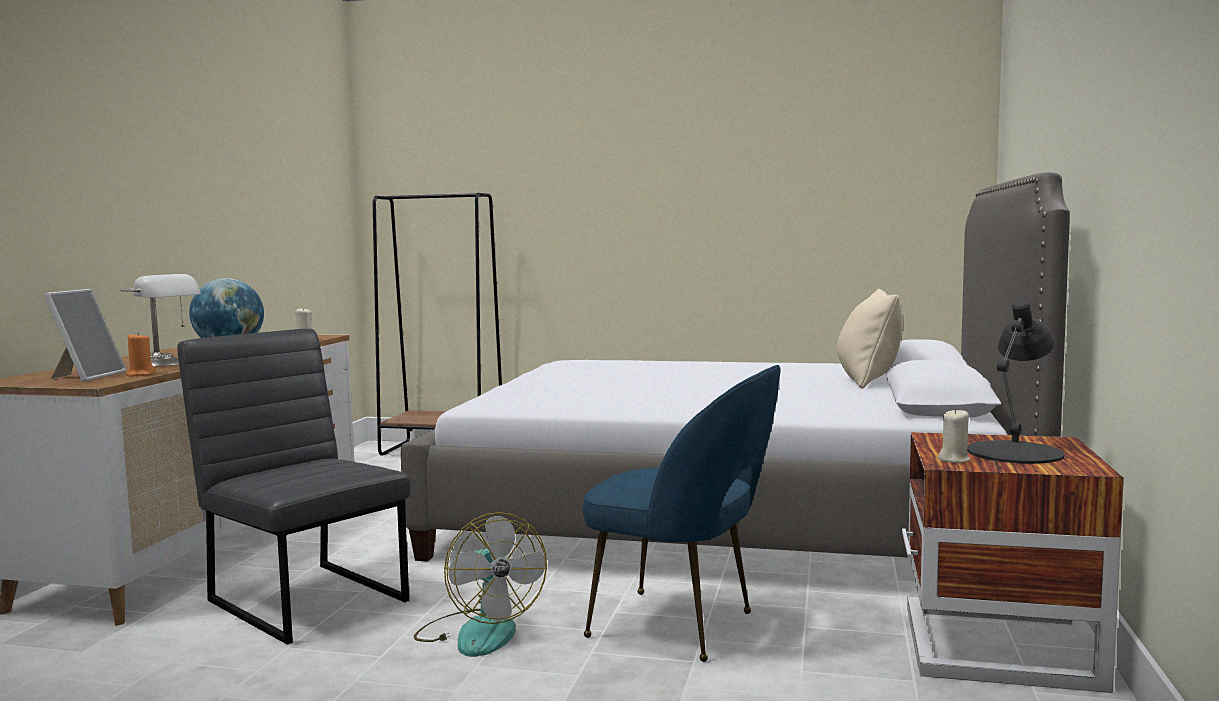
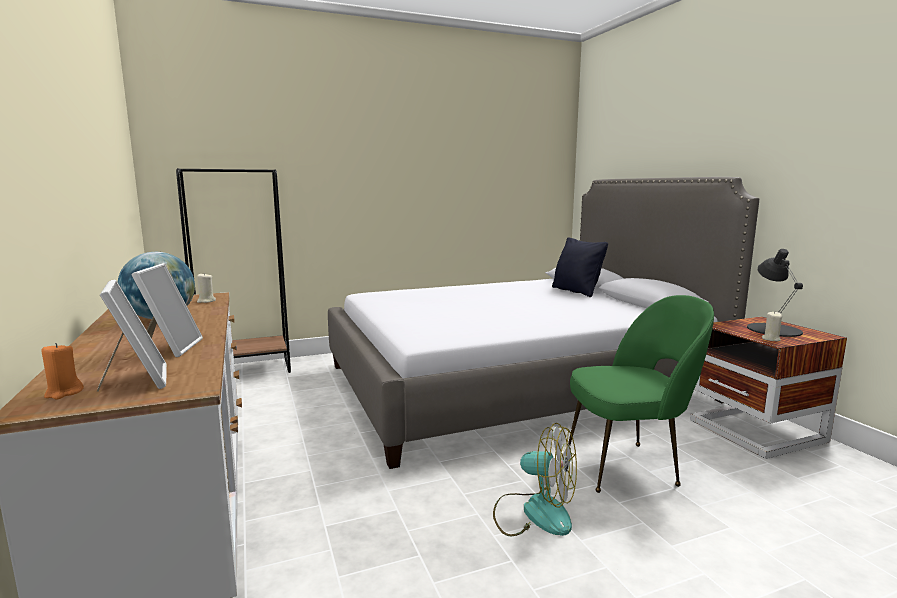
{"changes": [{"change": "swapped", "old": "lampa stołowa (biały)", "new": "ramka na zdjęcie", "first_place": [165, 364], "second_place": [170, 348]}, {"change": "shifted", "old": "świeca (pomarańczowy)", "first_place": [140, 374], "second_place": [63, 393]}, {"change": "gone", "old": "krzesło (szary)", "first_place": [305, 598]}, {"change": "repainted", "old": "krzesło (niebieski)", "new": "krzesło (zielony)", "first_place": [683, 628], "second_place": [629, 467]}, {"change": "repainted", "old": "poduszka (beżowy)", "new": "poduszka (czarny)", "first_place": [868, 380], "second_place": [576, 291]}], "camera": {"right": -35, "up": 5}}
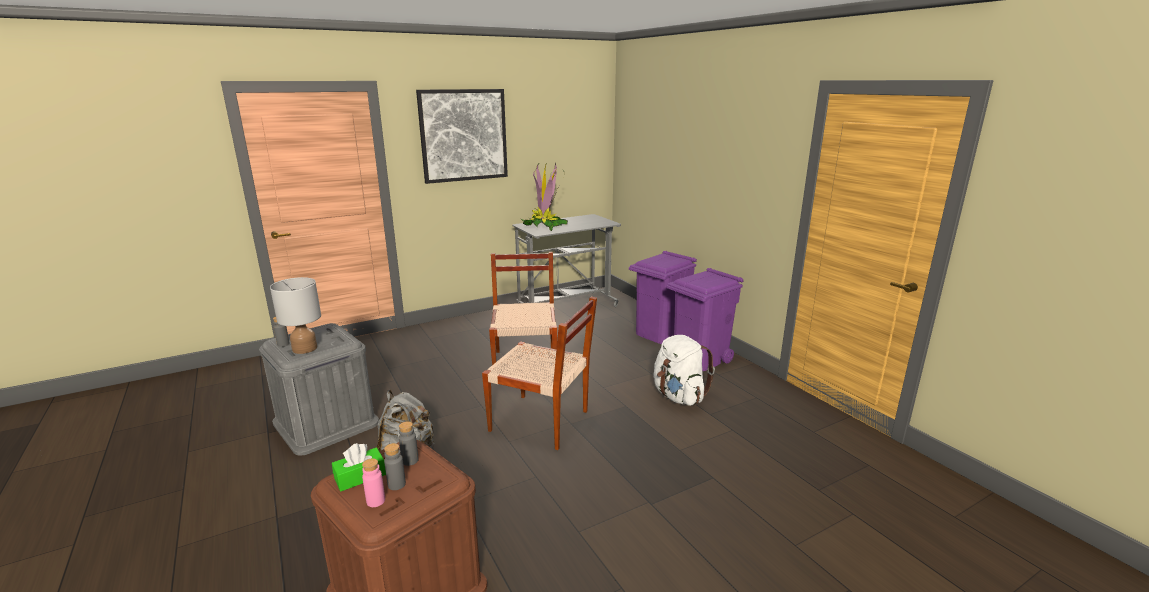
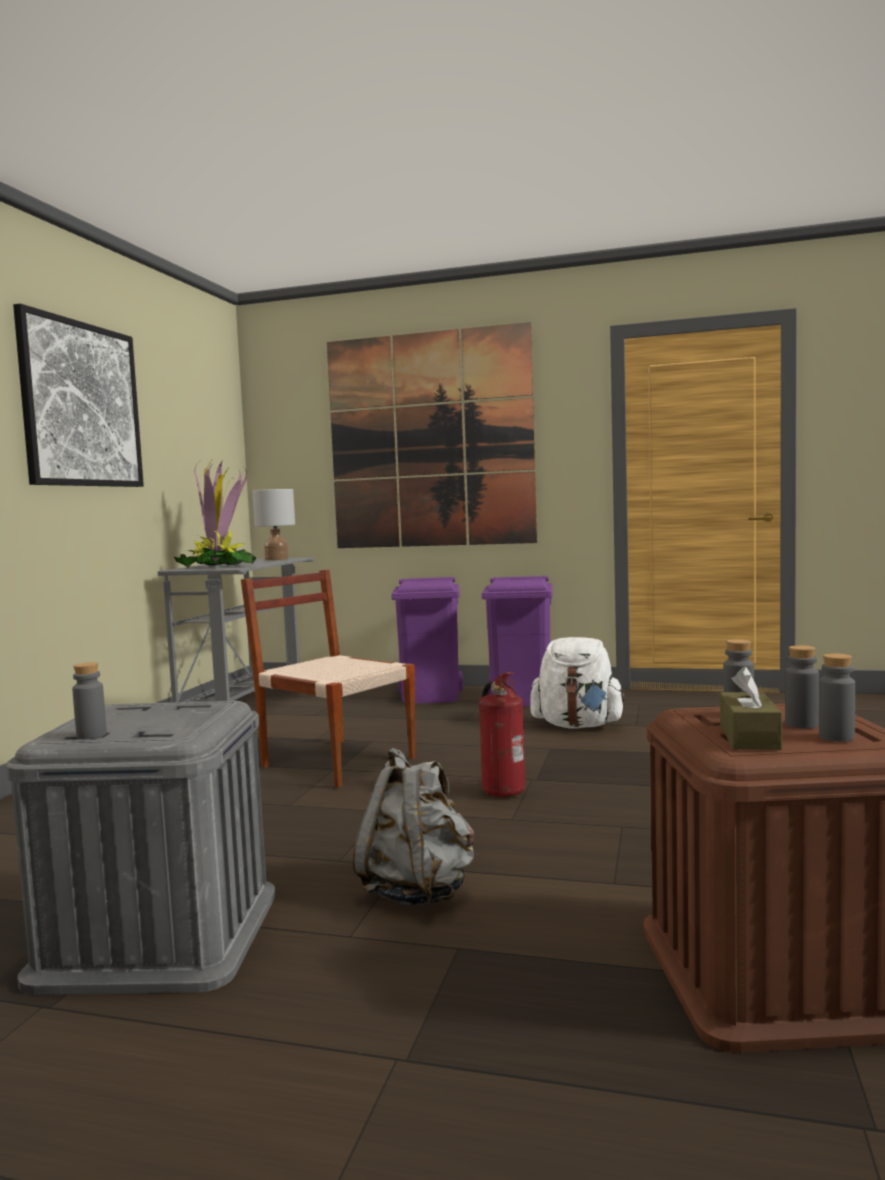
{"changes": [{"change": "shifted", "old": "lampa stołowa (szary)", "first_place": [305, 348], "second_place": [276, 559]}, {"change": "repainted", "old": "pudełko chusteczek (zielony)", "new": "pudełko chusteczek (brązowy)", "first_place": [360, 476], "second_place": [749, 737]}, {"change": "repainted", "old": "butelka (różowy)", "new": "butelka (szary)", "first_place": [376, 501], "second_place": [836, 737]}, {"change": "swapped", "old": "krzesło", "new": "gaśnica", "first_place": [541, 422], "second_place": [502, 791]}, {"change": "new", "new": "obraz", "second_place": [430, 440]}], "camera": {"right": -45, "up": -15}}
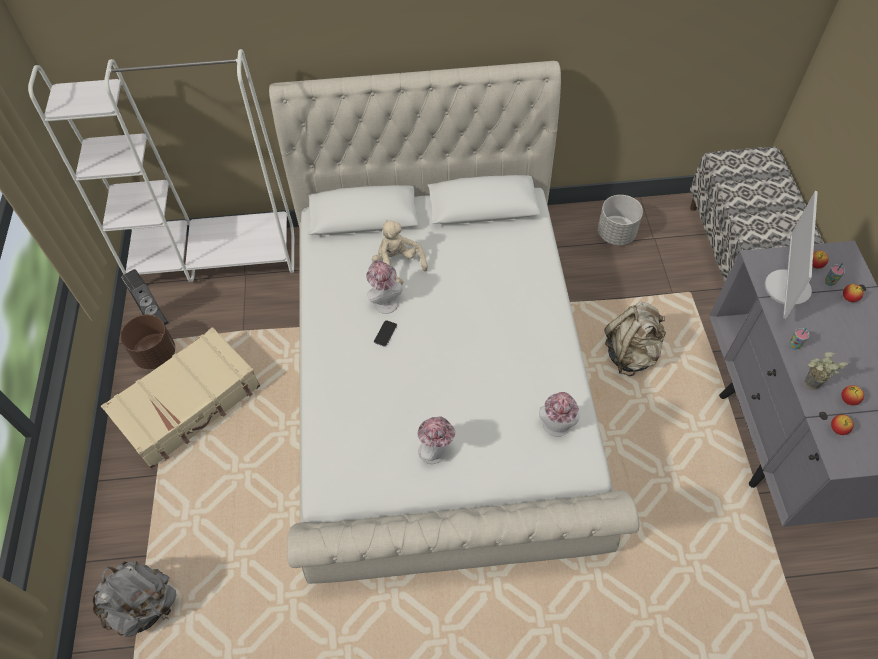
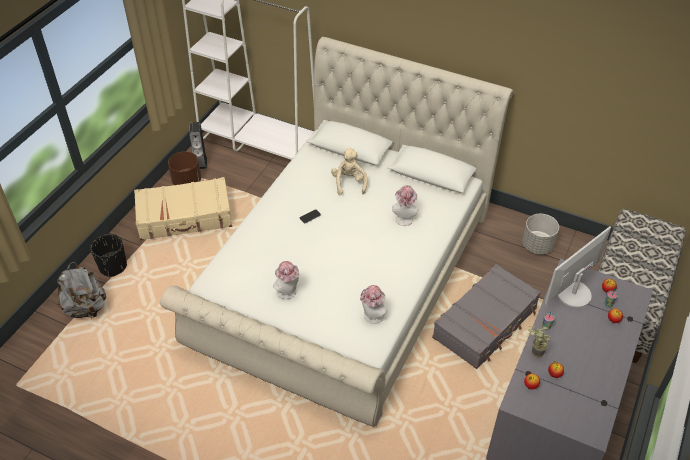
{"changes": [{"change": "shifted", "old": "kapelusz", "first_place": [384, 300], "second_place": [404, 217]}, {"change": "swapped", "old": "plecak (beżowy)", "new": "walizka (szary)", "first_place": [631, 353], "second_place": [486, 323]}, {"change": "new", "new": "donica (czarny)", "second_place": [113, 266]}], "camera": {"right": 30, "up": -10}}
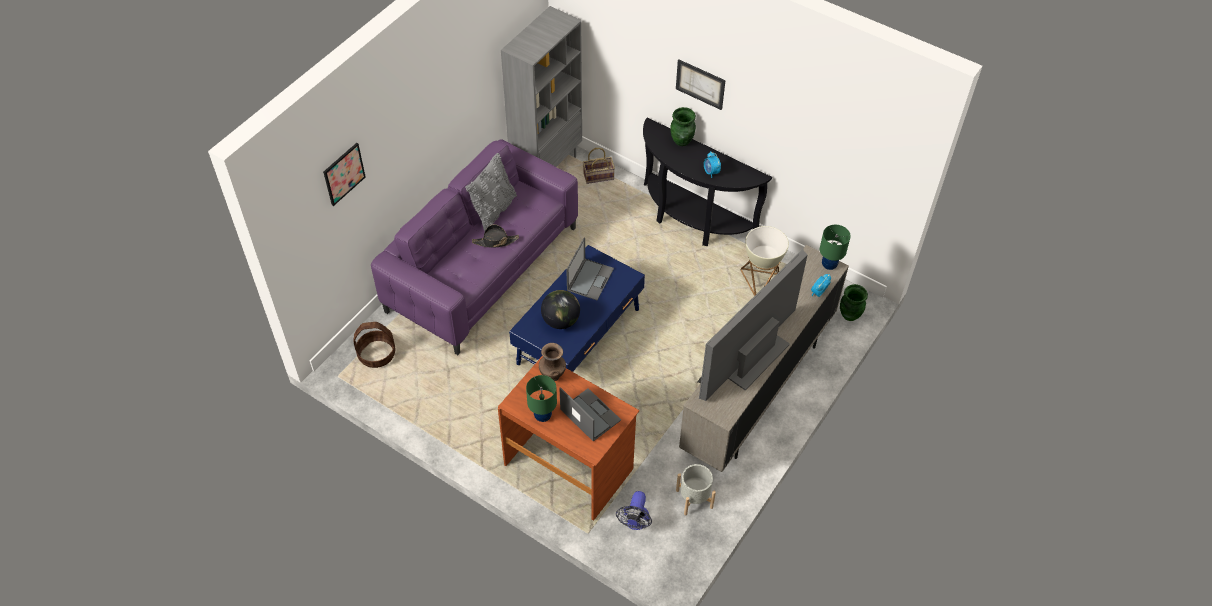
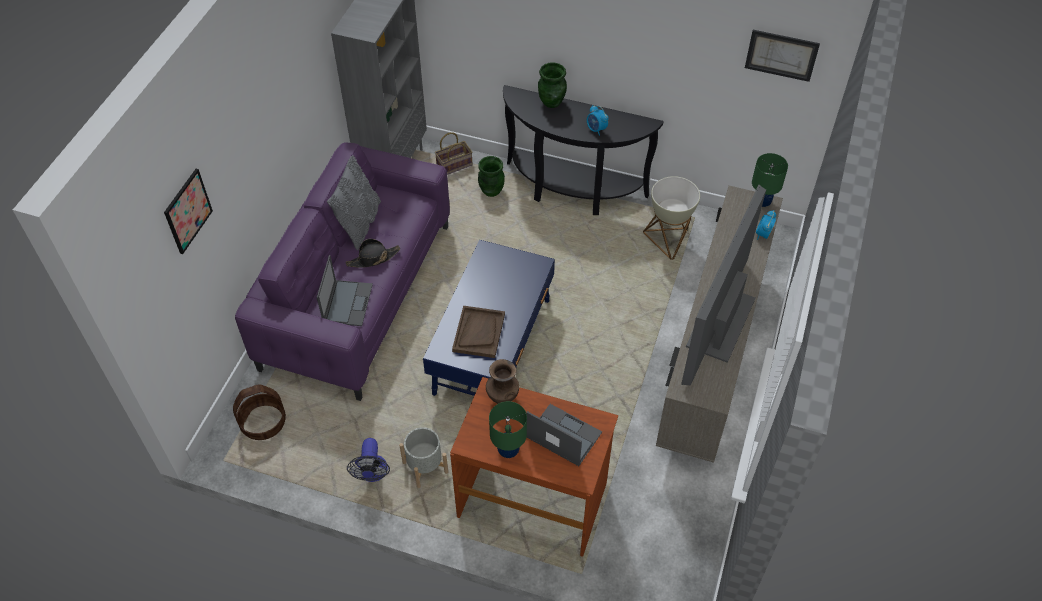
{"changes": [{"change": "swapped", "old": "globus", "new": "taca (brązowy)", "first_place": [561, 321], "second_place": [478, 332]}, {"change": "shifted", "old": "laptop", "first_place": [590, 279], "second_place": [347, 302]}, {"change": "shifted", "old": "wentylator", "first_place": [635, 522], "second_place": [373, 474]}, {"change": "shifted", "old": "obraz", "first_place": [700, 84], "second_place": [781, 55]}, {"change": "shifted", "old": "donica (szary)", "first_place": [694, 499], "second_place": [425, 468]}, {"change": "shifted", "old": "wazon (zielony)", "first_place": [849, 315], "second_place": [491, 191]}], "camera": {"right": -15, "up": 0}}
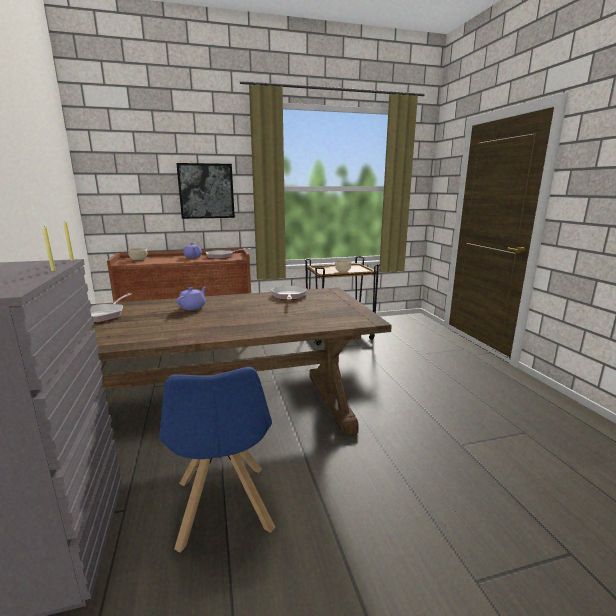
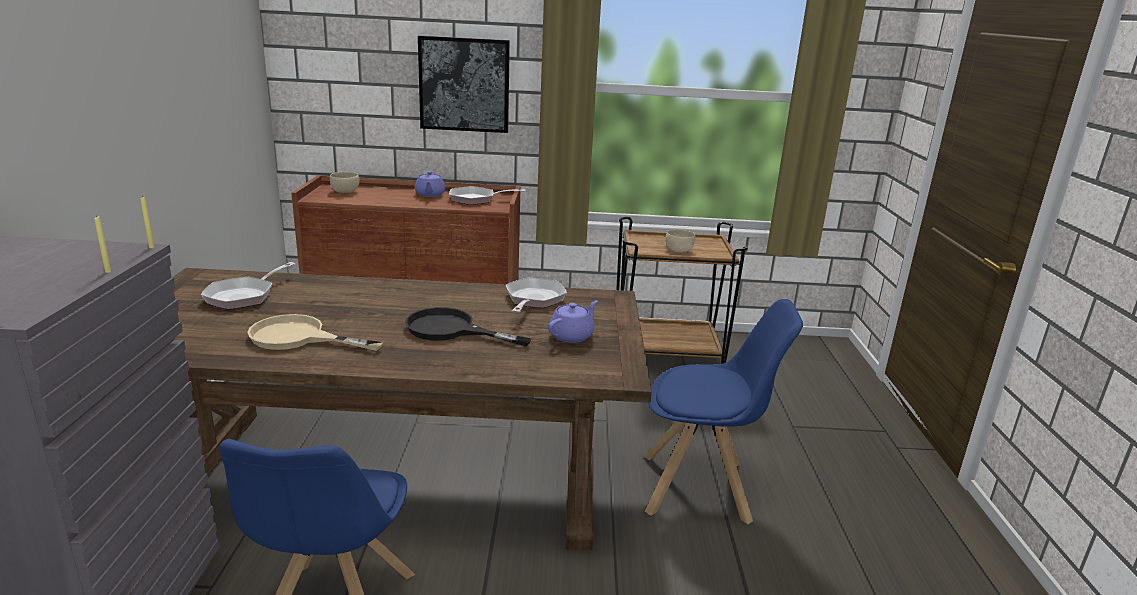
{"changes": [{"change": "shifted", "old": "imbryk (fioletowy)", "first_place": [193, 307], "second_place": [572, 335]}, {"change": "new", "new": "patelnia (beżowy)", "second_place": [299, 337]}, {"change": "new", "new": "patelnia (czarny)", "second_place": [451, 330]}, {"change": "new", "new": "krzesło (niebieski)", "second_place": [701, 488]}], "camera": {"right": 15, "up": 5}}
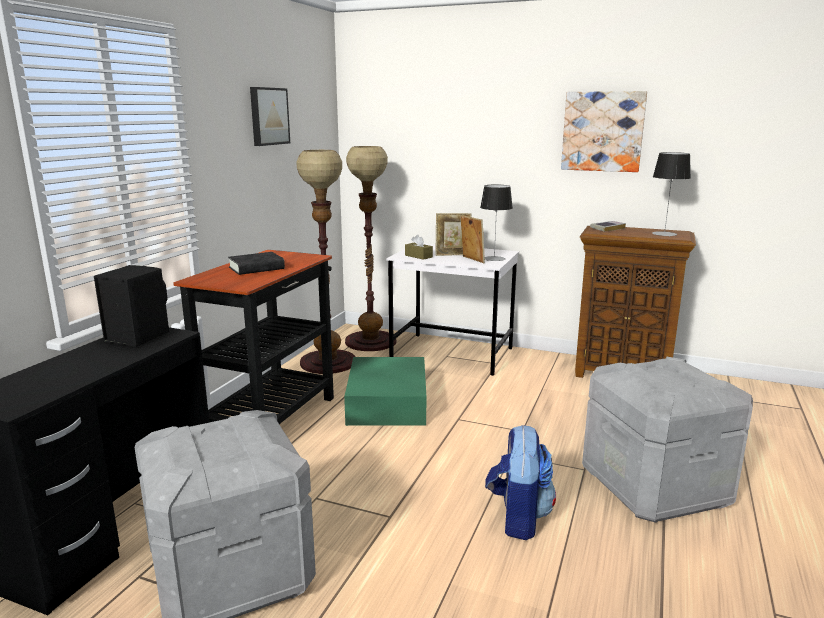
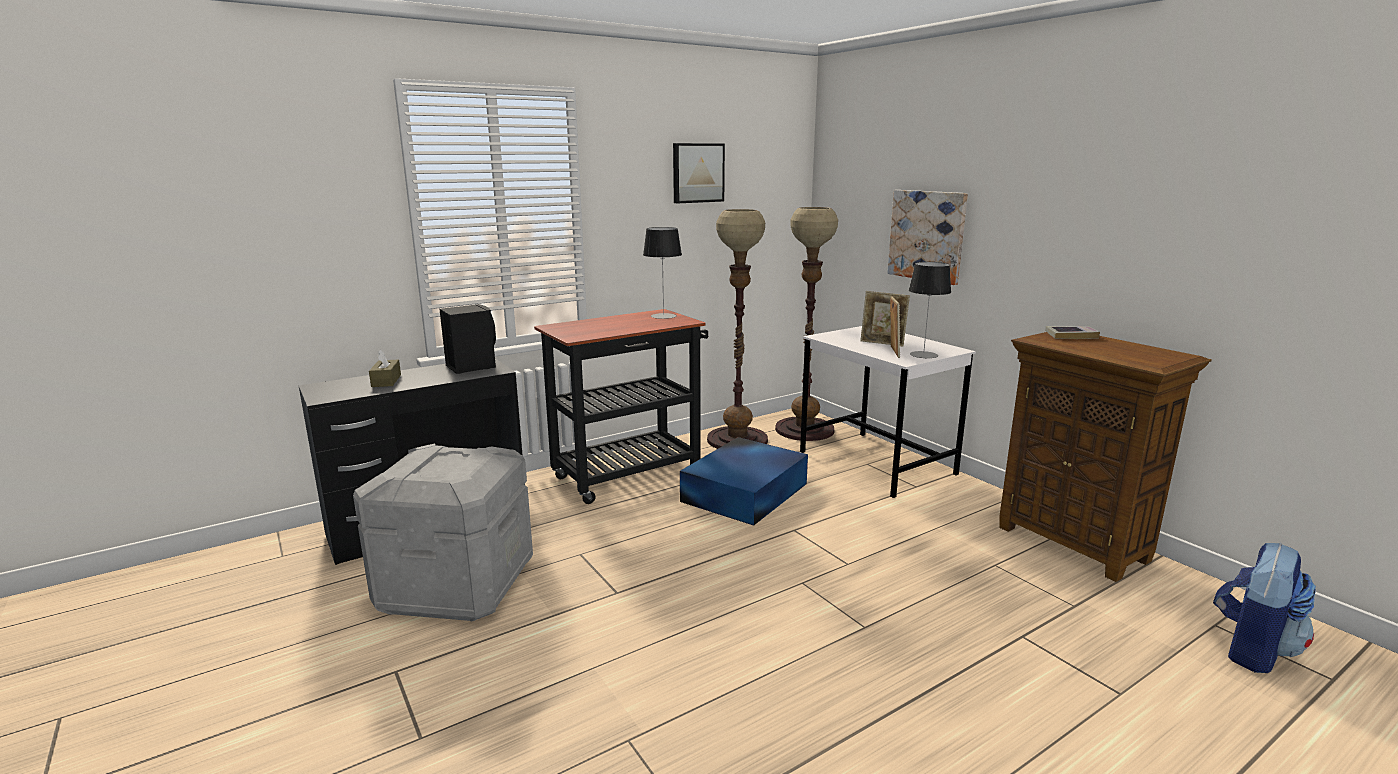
{"changes": [{"change": "gone", "old": "książka (czarny)", "first_place": [256, 268]}, {"change": "repainted", "old": "pojemnik do przechowywania (zielony)", "new": "pojemnik do przechowywania (niebieski)", "first_place": [388, 401], "second_place": [746, 492]}, {"change": "shifted", "old": "pudełko chusteczek (brązowy)", "first_place": [418, 256], "second_place": [386, 381]}, {"change": "shifted", "old": "plecak", "first_place": [518, 517], "second_place": [1251, 649]}, {"change": "shifted", "old": "obraz", "first_place": [602, 131], "second_place": [927, 235]}, {"change": "gone", "old": "pojemnik do przechowywania (szary)", "first_place": [655, 487]}, {"change": "shifted", "old": "lampa stołowa", "first_place": [664, 234], "second_place": [663, 316]}], "camera": {"right": 35, "up": 0}}
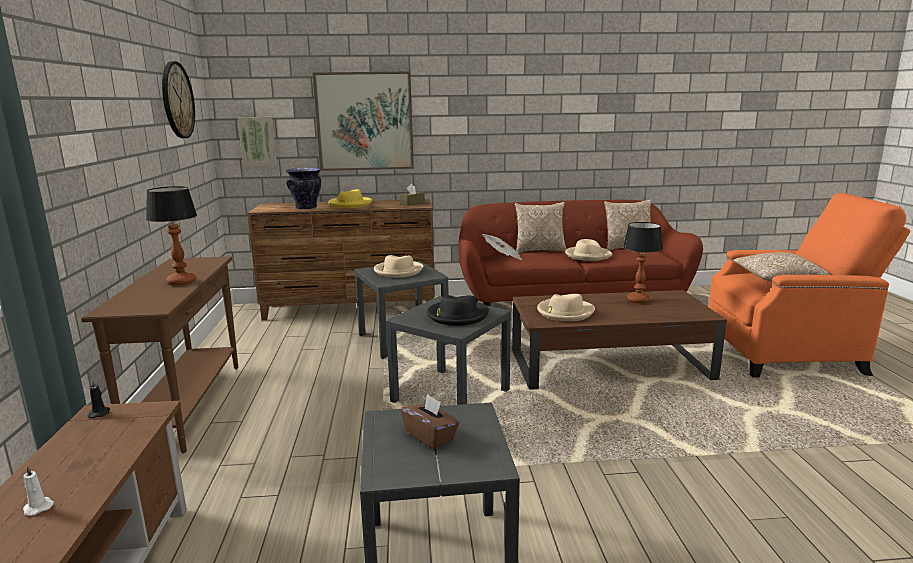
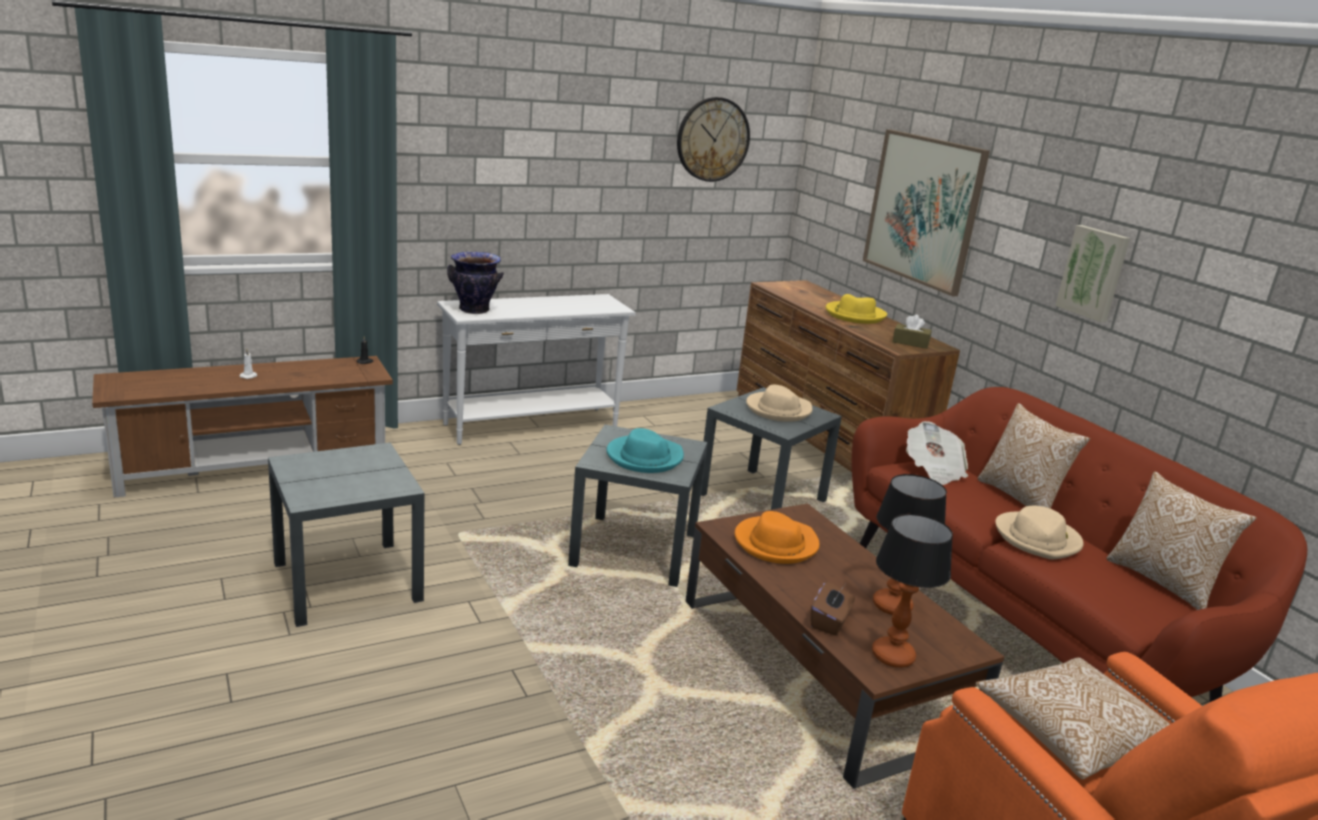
{"changes": [{"change": "repainted", "old": "stolik konsolowy (brązowy)", "new": "stolik konsolowy (biały)", "first_place": [187, 405], "second_place": [532, 425]}, {"change": "shifted", "old": "lampa stołowa", "first_place": [182, 282], "second_place": [893, 656]}, {"change": "shifted", "old": "obraz", "first_place": [258, 141], "second_place": [1094, 273]}, {"change": "shifted", "old": "wazon", "first_place": [306, 208], "second_place": [474, 310]}, {"change": "shifted", "old": "pudełko chusteczek (brązowy)", "first_place": [430, 436], "second_place": [829, 622]}, {"change": "repainted", "old": "kapelusz (czarny)", "new": "kapelusz (turkusowy)", "first_place": [457, 315], "second_place": [644, 457]}, {"change": "repainted", "old": "kapelusz (beżowy)", "new": "kapelusz (pomarańczowy)", "first_place": [565, 312], "second_place": [775, 543]}], "camera": {"right": 65, "up": 5}}
